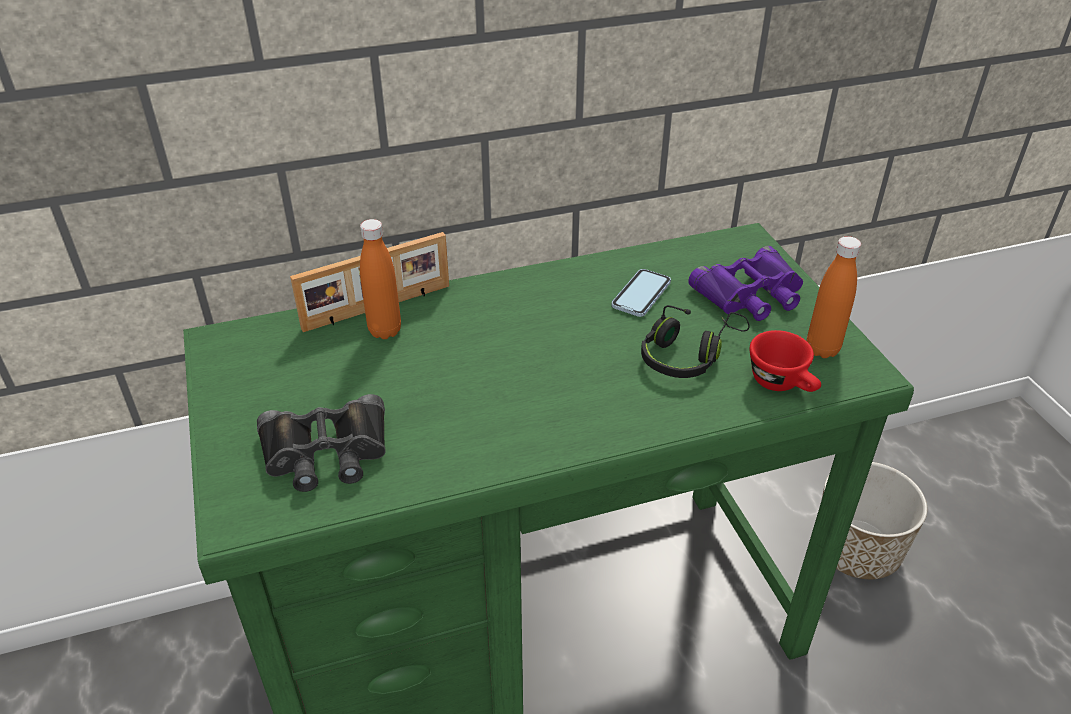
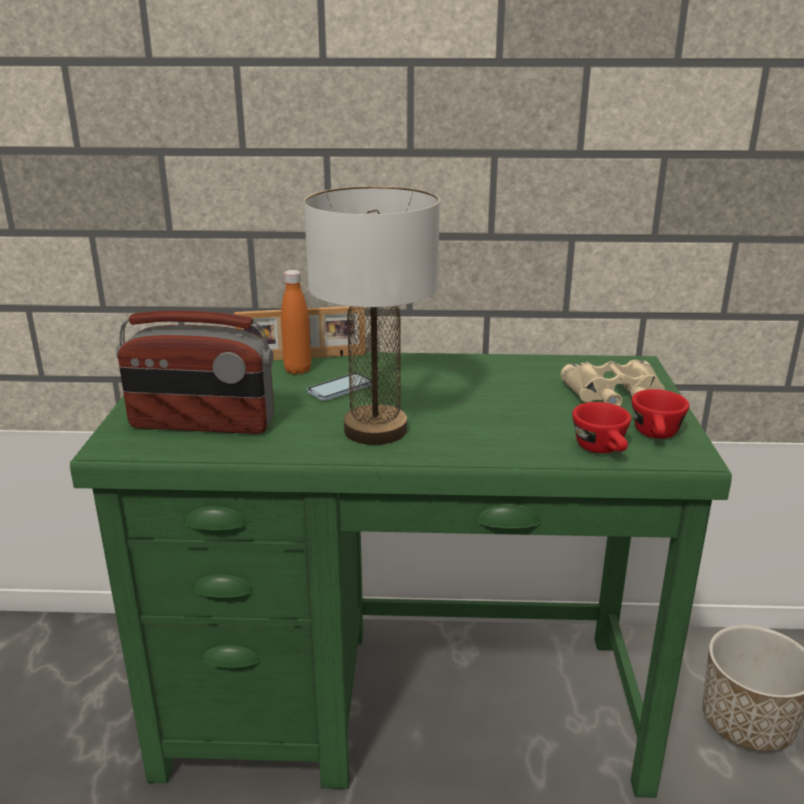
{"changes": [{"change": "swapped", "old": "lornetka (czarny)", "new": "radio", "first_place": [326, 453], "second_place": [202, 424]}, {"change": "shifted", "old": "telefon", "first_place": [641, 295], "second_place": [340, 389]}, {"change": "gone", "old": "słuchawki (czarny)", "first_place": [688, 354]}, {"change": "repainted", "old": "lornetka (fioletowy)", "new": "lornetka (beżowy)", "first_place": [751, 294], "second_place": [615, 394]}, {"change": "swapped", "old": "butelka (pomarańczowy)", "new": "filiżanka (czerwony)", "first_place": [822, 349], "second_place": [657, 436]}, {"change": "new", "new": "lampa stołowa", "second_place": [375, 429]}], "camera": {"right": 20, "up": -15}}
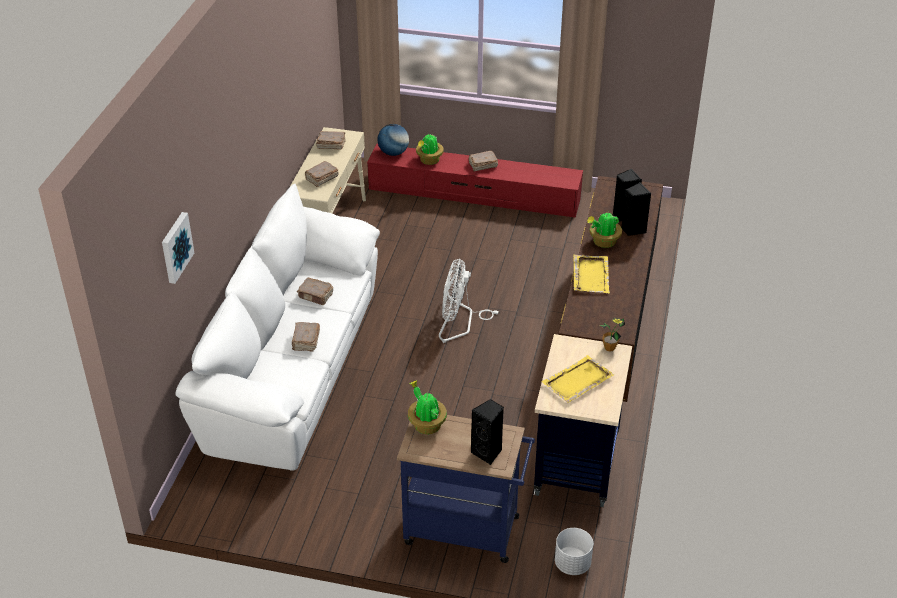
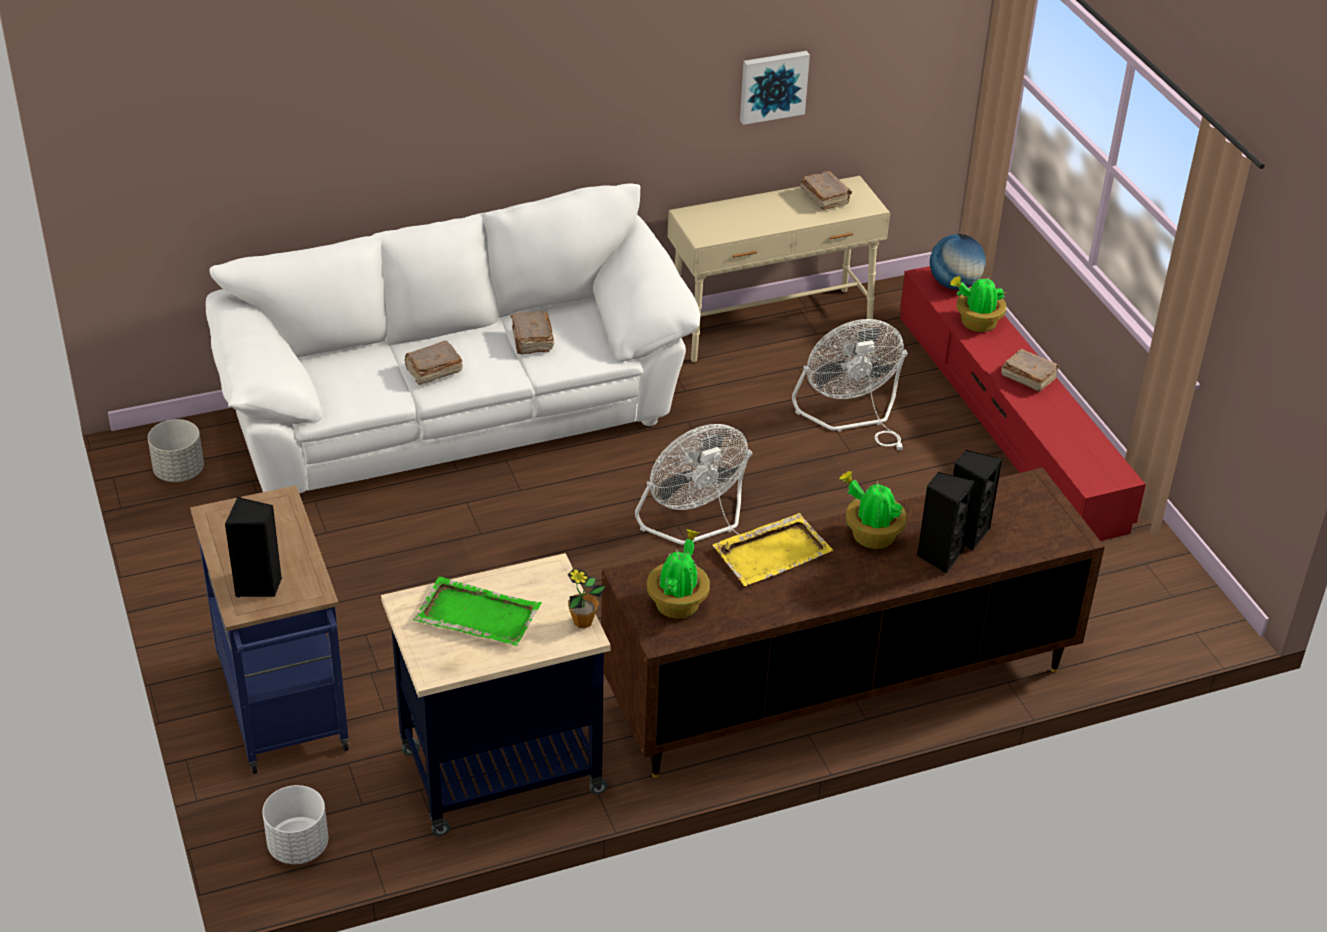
{"changes": [{"change": "shifted", "old": "obraz", "first_place": [175, 247], "second_place": [772, 85]}, {"change": "gone", "old": "książka (brązowy)", "first_place": [321, 178]}, {"change": "shifted", "old": "roślina doniczkowa", "first_place": [426, 424], "second_place": [678, 603]}, {"change": "repainted", "old": "taca (żółty)", "new": "taca (zielony)", "first_place": [577, 381], "second_place": [476, 615]}, {"change": "new", "new": "donica (szary)", "second_place": [179, 471]}, {"change": "new", "new": "wentylator (biały)", "second_place": [857, 417]}], "camera": {"right": 55, "up": 0}}
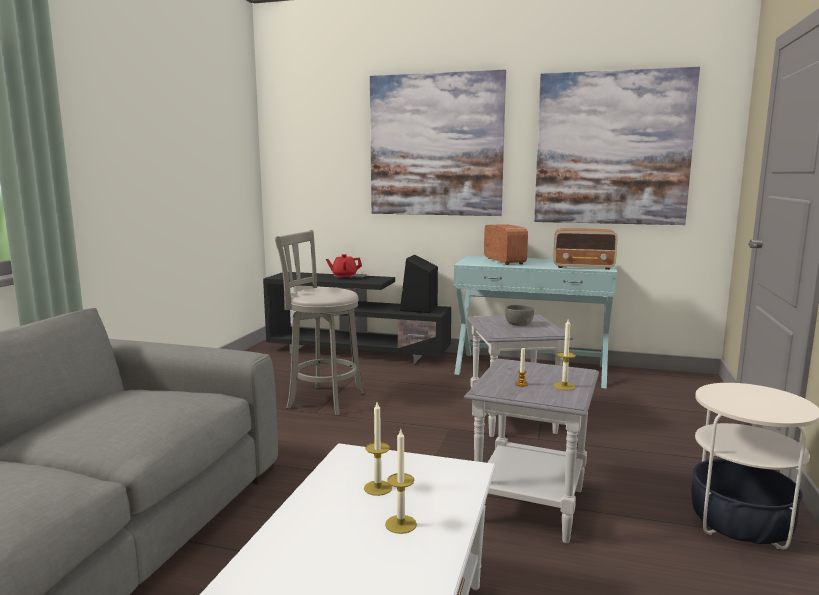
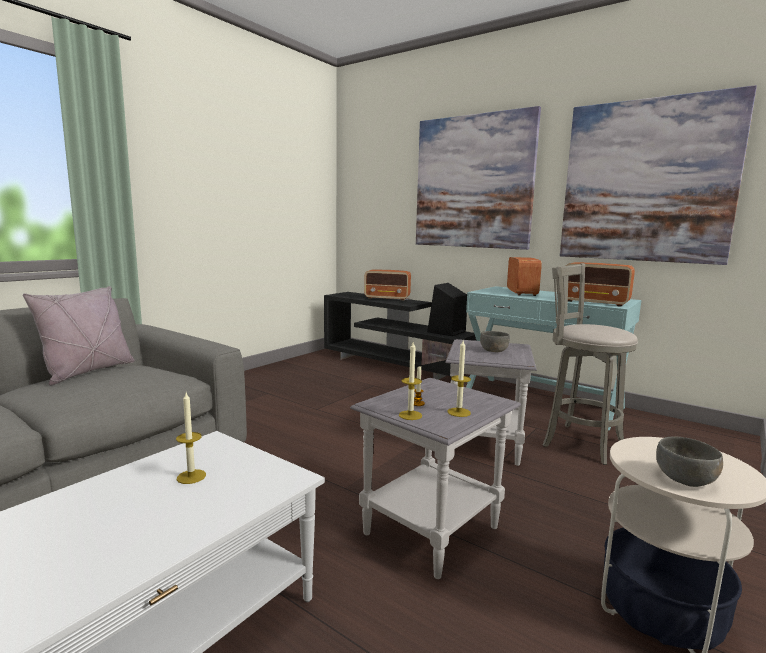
{"changes": [{"change": "shifted", "old": "stołek (szary)", "first_place": [322, 400], "second_place": [578, 442]}, {"change": "swapped", "old": "imbryk (czerwony)", "new": "radio", "first_place": [344, 276], "second_place": [387, 298]}, {"change": "shifted", "old": "świeca", "first_place": [401, 524], "second_place": [410, 415]}, {"change": "new", "new": "poduszka (fioletowy)", "second_place": [88, 372]}, {"change": "new", "new": "miska (szary)", "second_place": [685, 479]}], "camera": {"right": 20, "up": 0}}
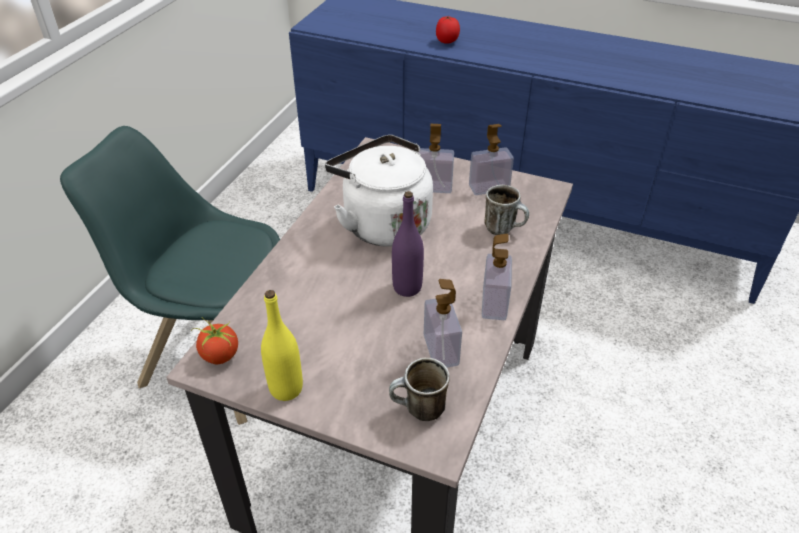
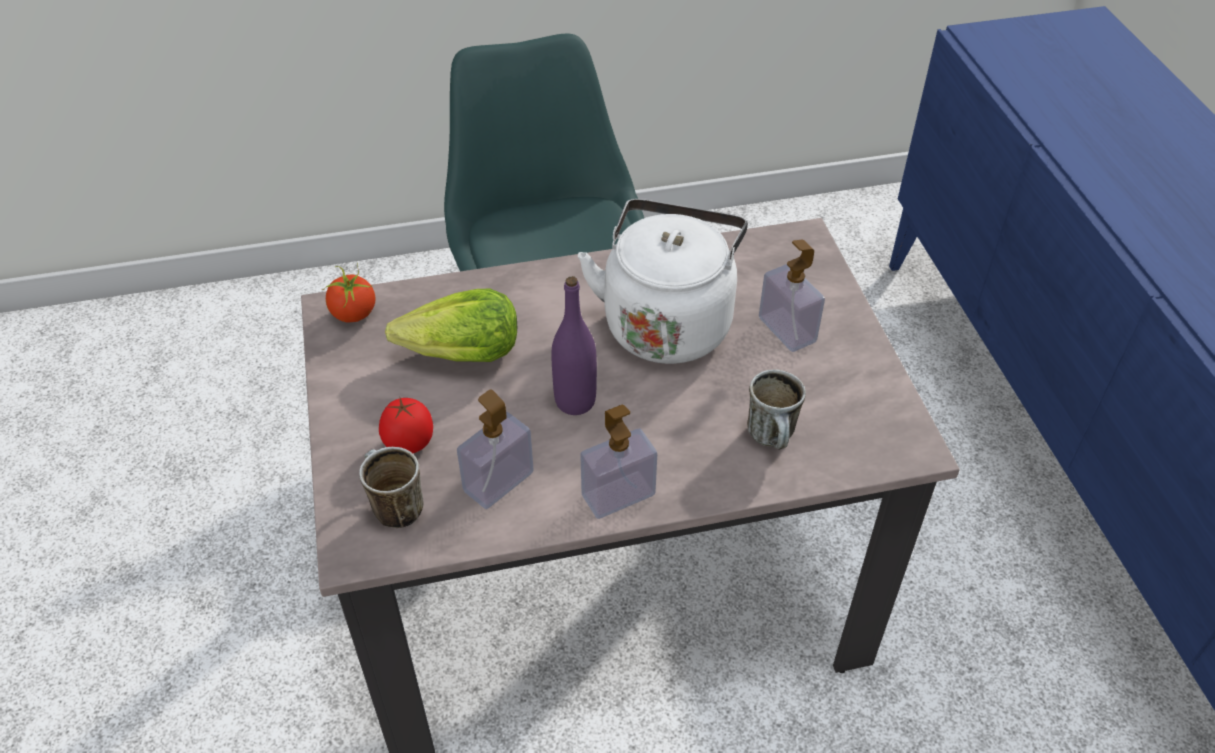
{"changes": [{"change": "gone", "old": "butelka (żółty)", "first_place": [286, 388]}, {"change": "shifted", "old": "pomidor", "first_place": [447, 42], "second_place": [409, 444]}, {"change": "gone", "old": "dozownik mydła", "first_place": [489, 187]}, {"change": "new", "new": "sałata", "second_place": [462, 355]}], "camera": {"right": 55, "up": 5}}
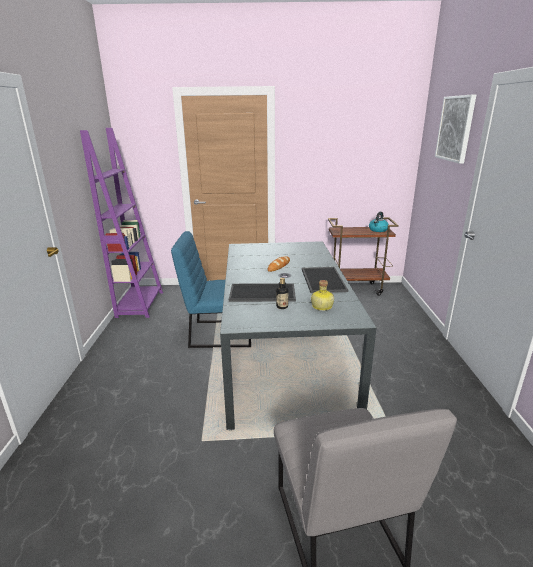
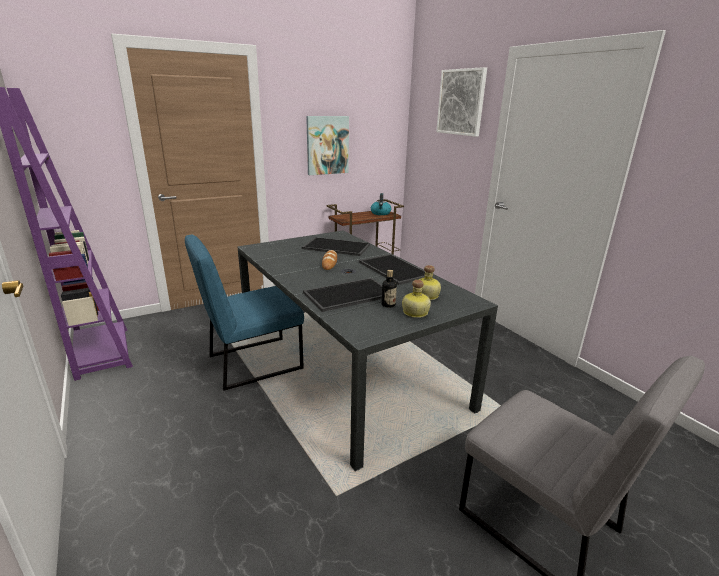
{"changes": [{"change": "new", "new": "taca", "second_place": [335, 247]}, {"change": "new", "new": "obraz", "second_place": [327, 145]}, {"change": "new", "new": "butelka", "second_place": [414, 312]}], "camera": {"right": -30, "up": 0}}
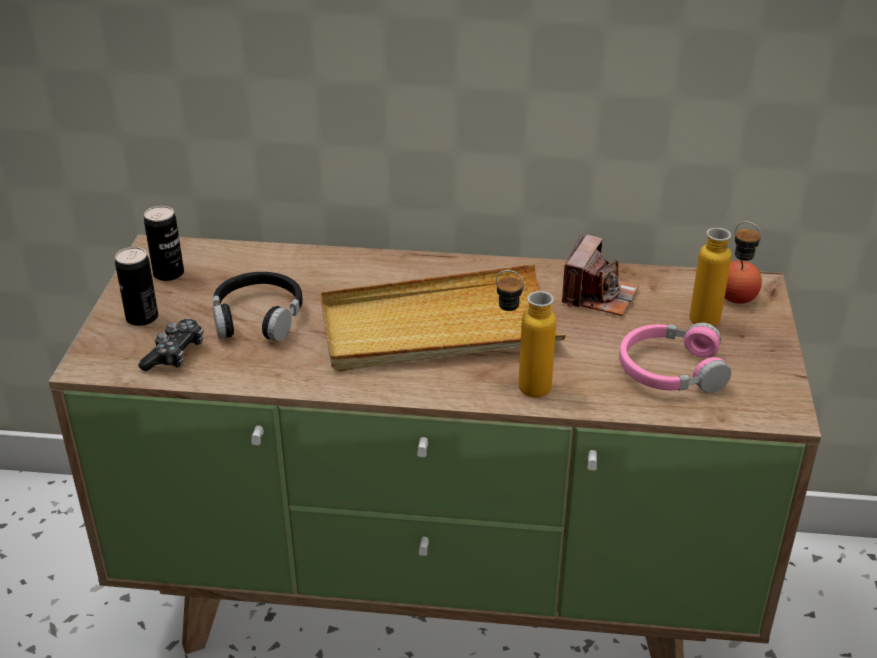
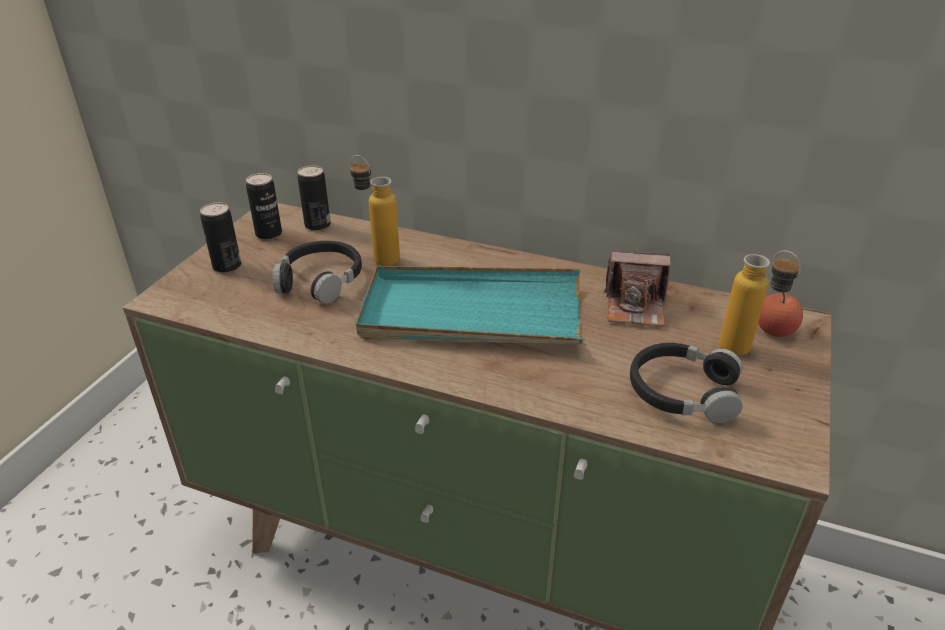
{"changes": [{"change": "gone", "old": "pad do gier", "first_place": [175, 354]}, {"change": "repainted", "old": "taca (beżowy)", "new": "taca (turkusowy)", "first_place": [438, 327], "second_place": [472, 313]}, {"change": "shifted", "old": "butelka", "first_place": [521, 385], "second_place": [378, 257]}, {"change": "rotated", "old": "aparat fotograficzny", "first_place": [598, 295], "second_place": [635, 307], "degrees": 60}, {"change": "repainted", "old": "słuchawki (różowy)", "new": "słuchawki (czarny)", "first_place": [670, 370], "second_place": [682, 392]}, {"change": "new", "new": "puszka", "second_place": [317, 225]}], "camera": {"right": 15, "up": 0}}
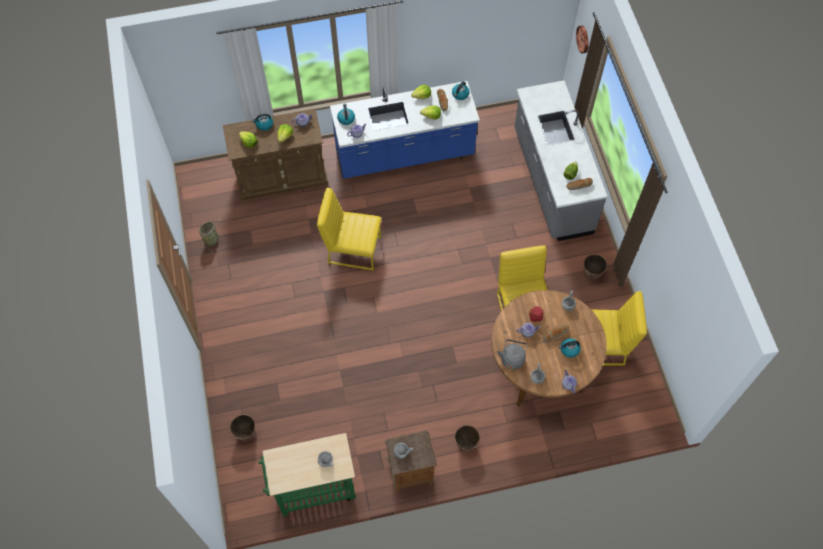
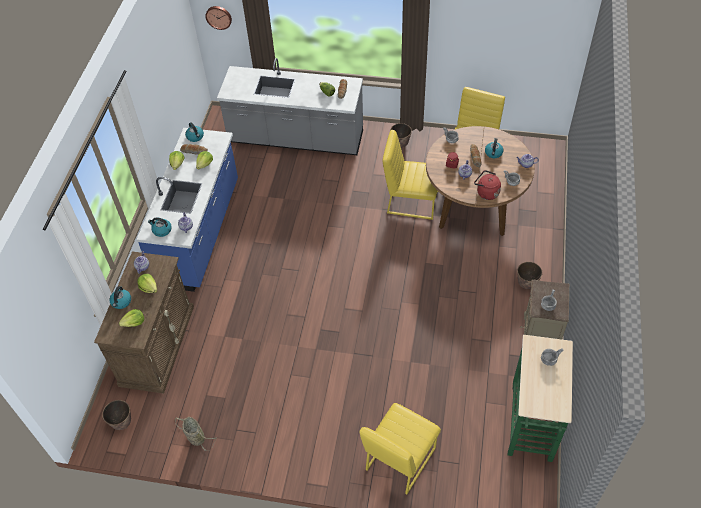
{"changes": [{"change": "shifted", "old": "donica", "first_place": [245, 433], "second_place": [122, 423]}, {"change": "shifted", "old": "krzesło (żółty)", "first_place": [352, 249], "second_place": [399, 460]}, {"change": "repainted", "old": "czajnik (szary)", "new": "czajnik (czerwony)", "first_place": [512, 358], "second_place": [486, 193]}], "camera": {"right": -65, "up": -10}}
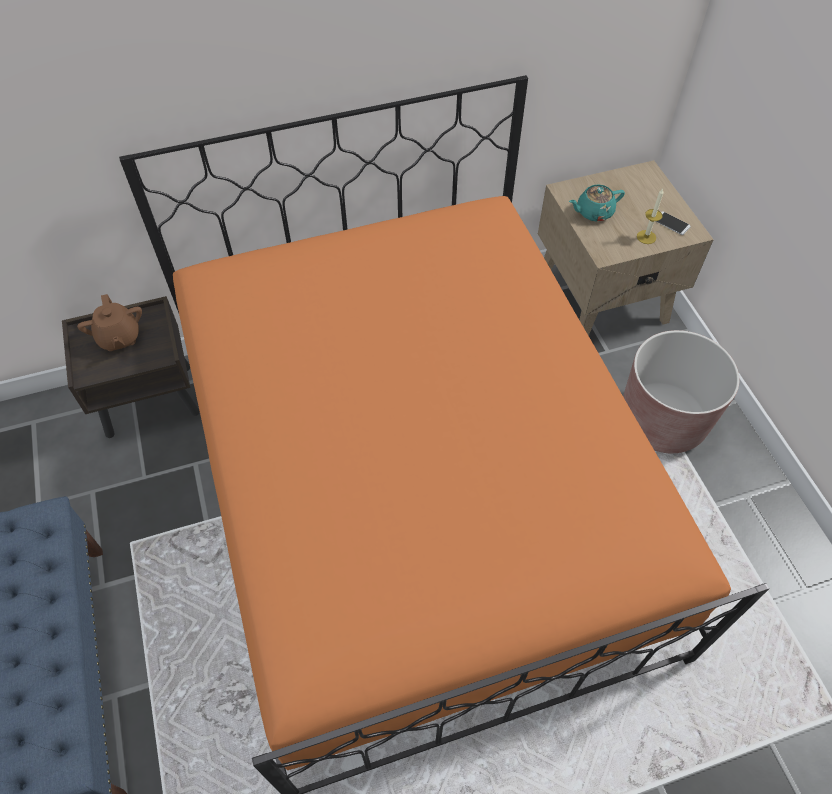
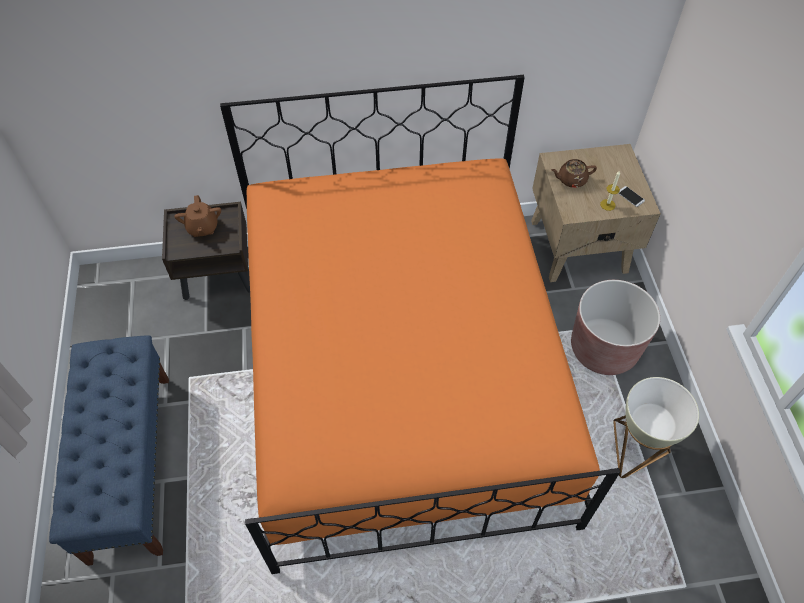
{"changes": [{"change": "repainted", "old": "imbryk (turkusowy)", "new": "imbryk (brązowy)", "first_place": [593, 212], "second_place": [571, 180]}, {"change": "new", "new": "donica", "second_place": [636, 449]}], "camera": {"right": 10, "up": 0}}
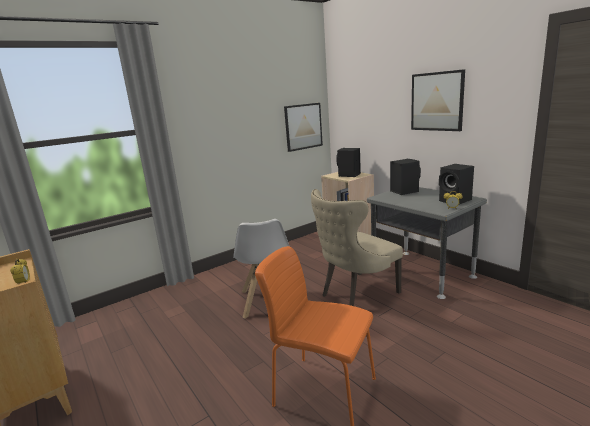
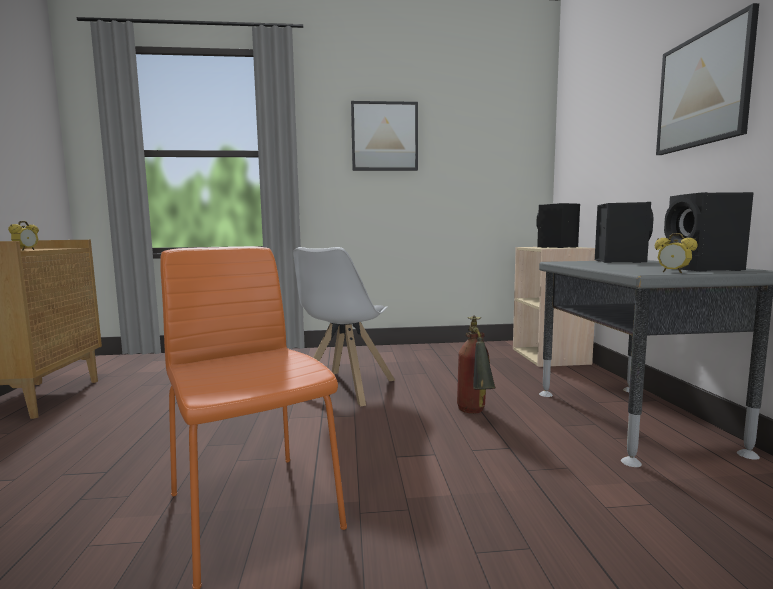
{"changes": [{"change": "shifted", "old": "obraz", "first_place": [303, 126], "second_place": [384, 136]}, {"change": "swapped", "old": "krzesło (beżowy)", "new": "gaśnica", "first_place": [356, 293], "second_place": [475, 414]}], "camera": {"right": 30, "up": -10}}
